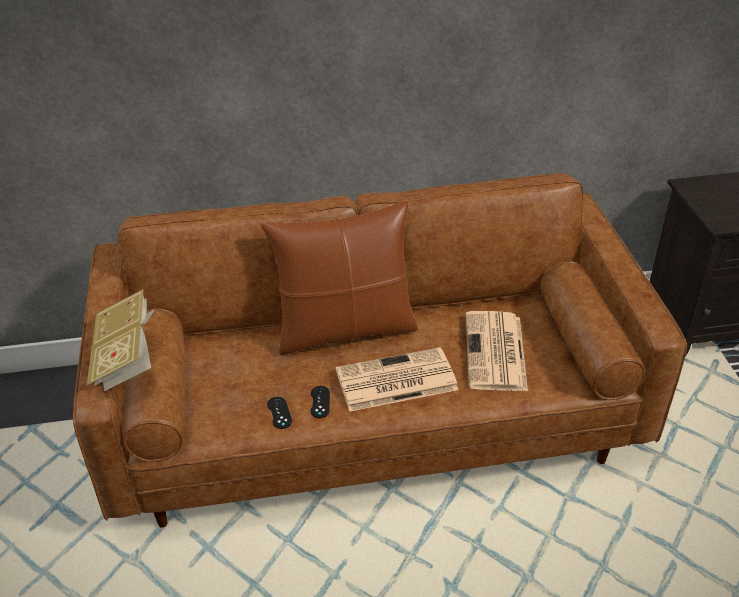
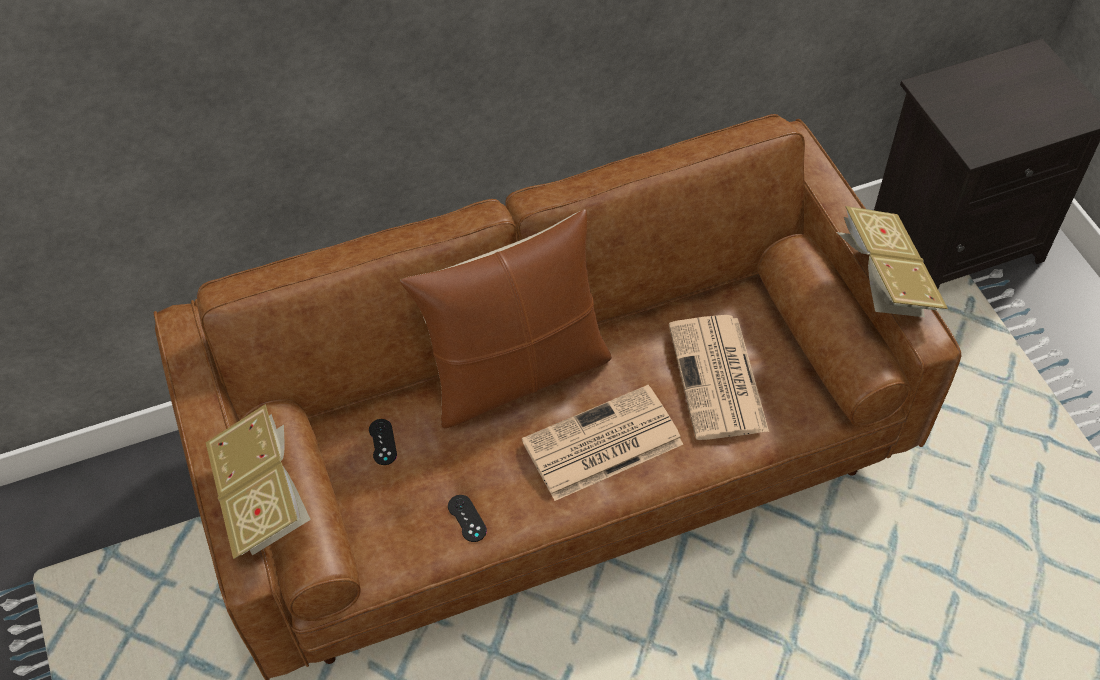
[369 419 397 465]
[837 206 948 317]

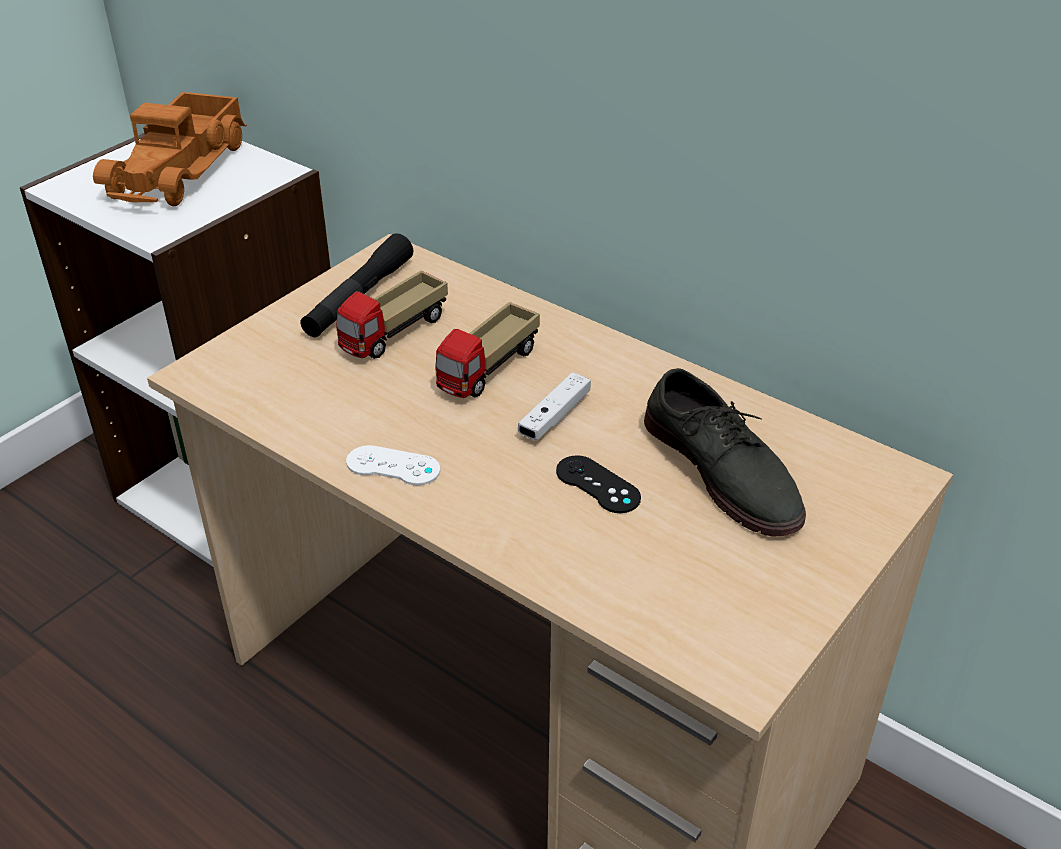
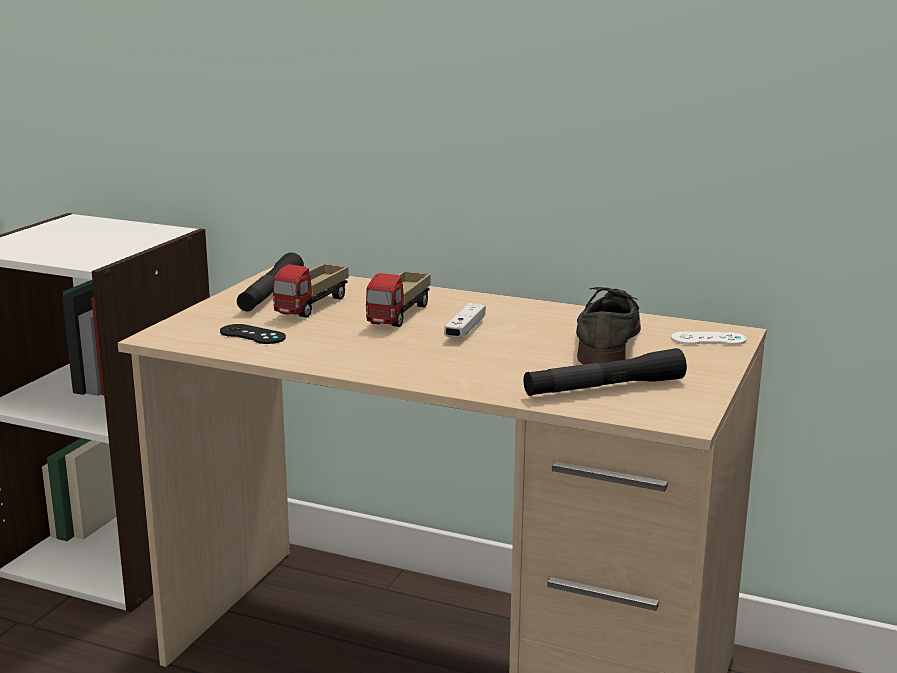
[220 324 286 344]
[523 348 687 396]
[576 287 641 364]
[671 332 747 345]
[93 92 247 206] (first image)

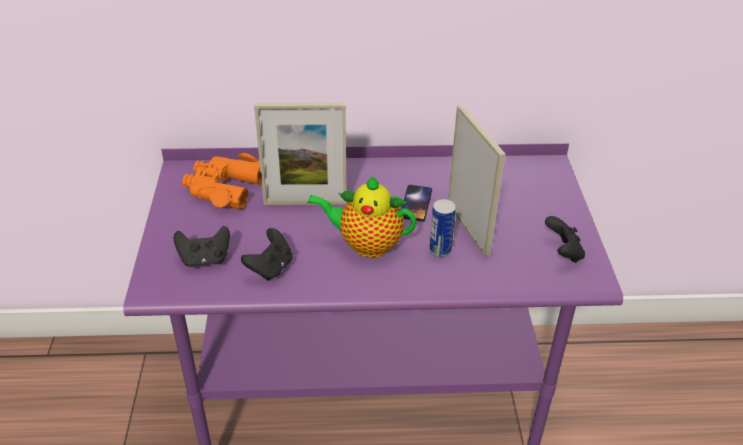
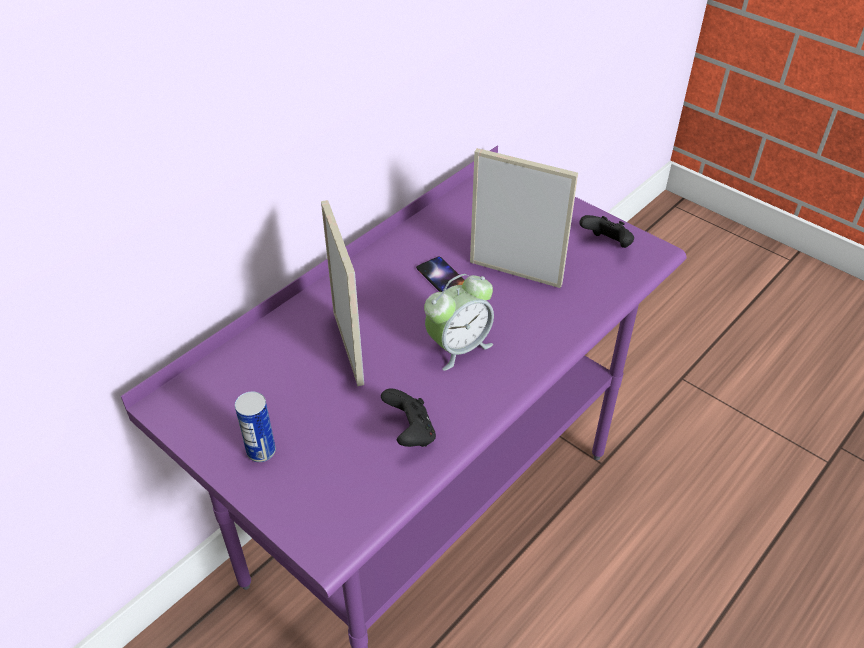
[235 391 276 462]
[321 200 364 386]
[424 274 494 371]
[174 226 230 267] (first image)
[182 153 262 210] (first image)

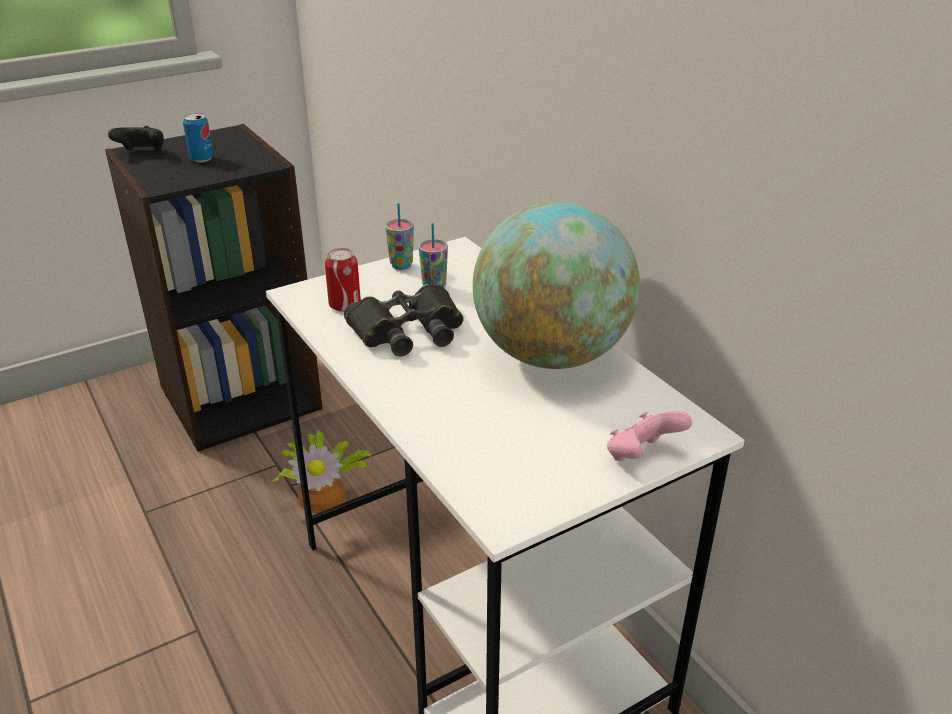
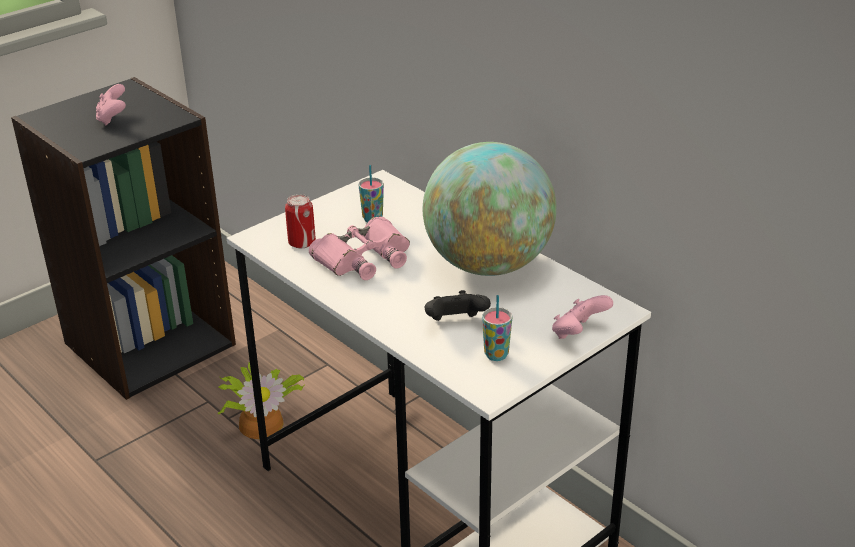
[96 84 126 125]
[309 217 410 280]
[425 290 491 321]
[482 295 512 361]

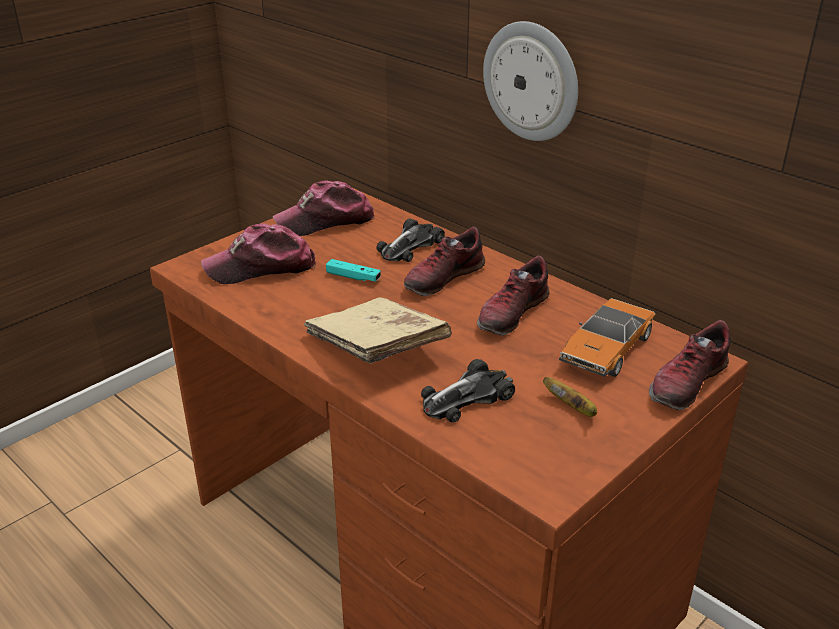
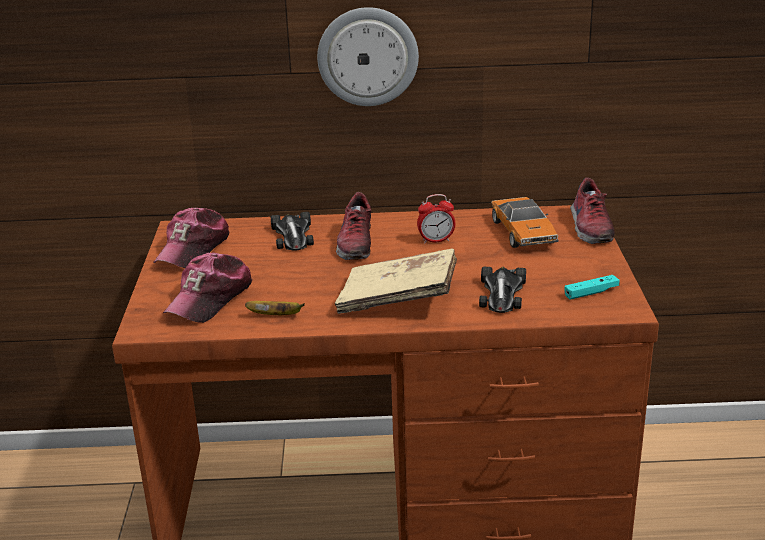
[245 301 305 315]
[417 194 455 244]
[565 275 619 299]

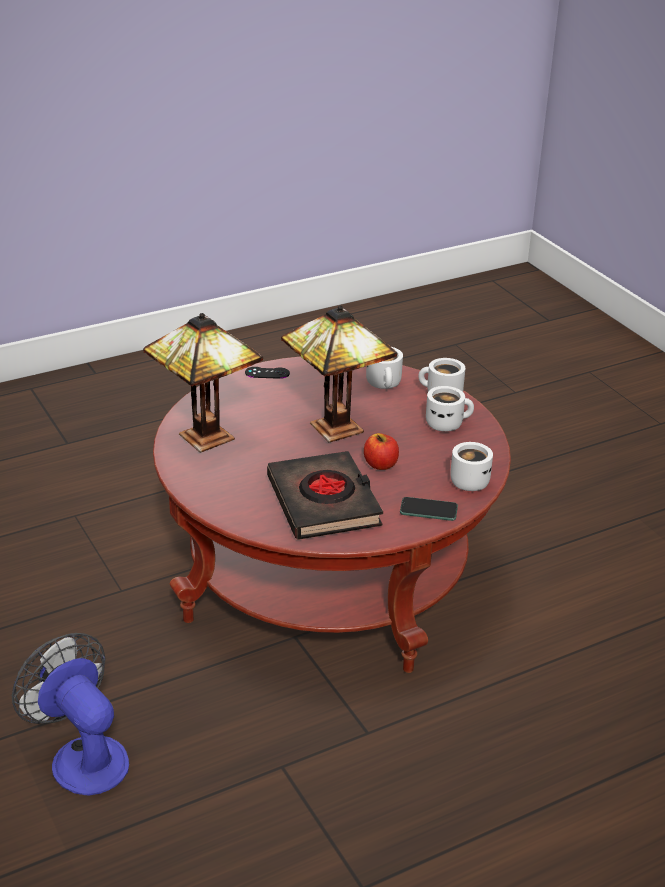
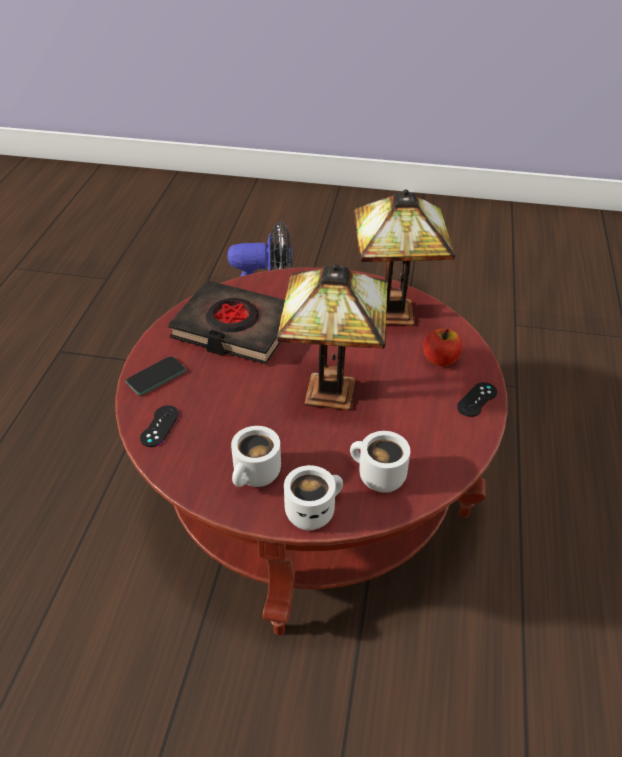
[140 405 179 447]
[423 329 463 366]

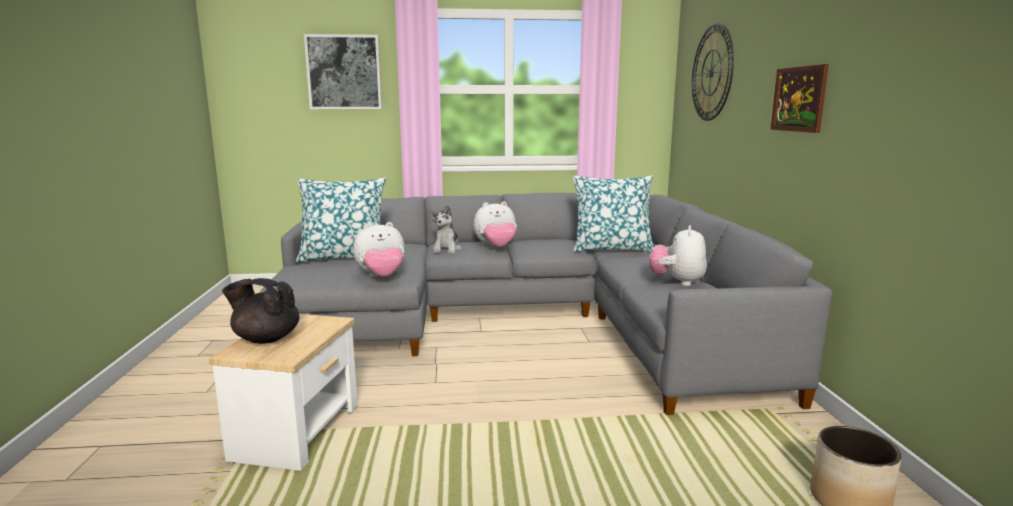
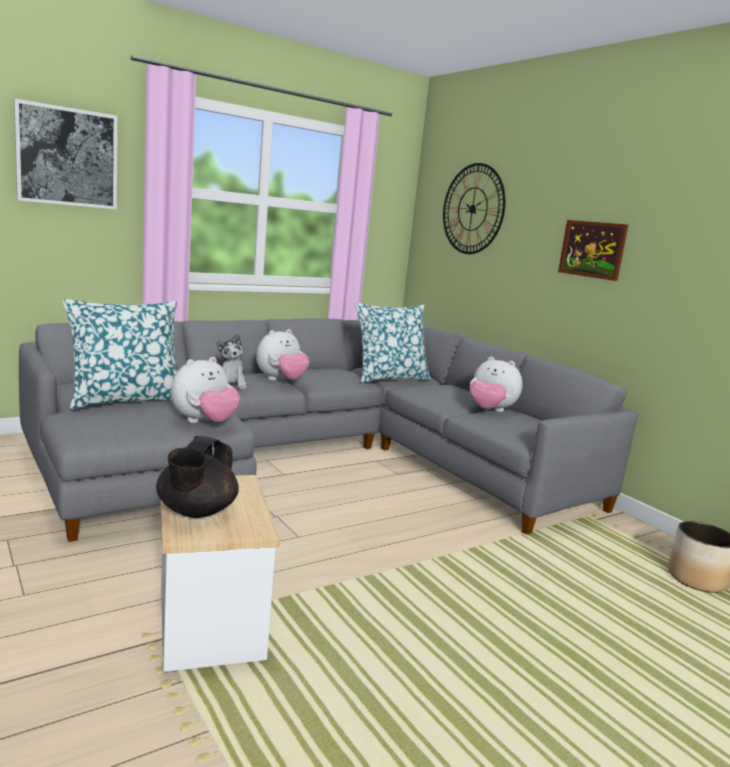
[156 436 239 518]
[469 357 523 412]

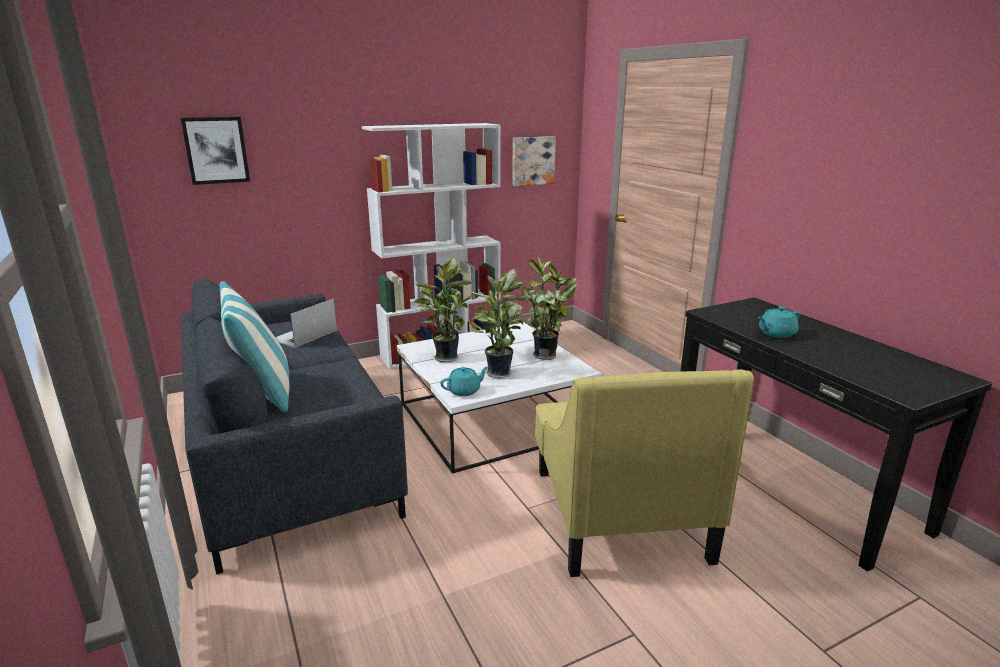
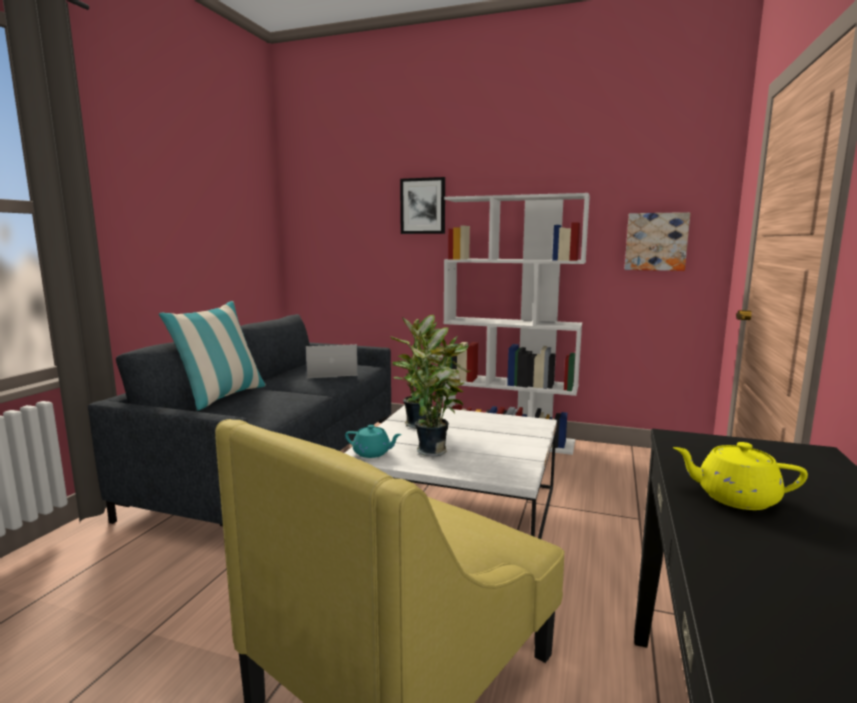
[400 177 445 234]
[673 442 808 510]
[521 256 577 360] (first image)

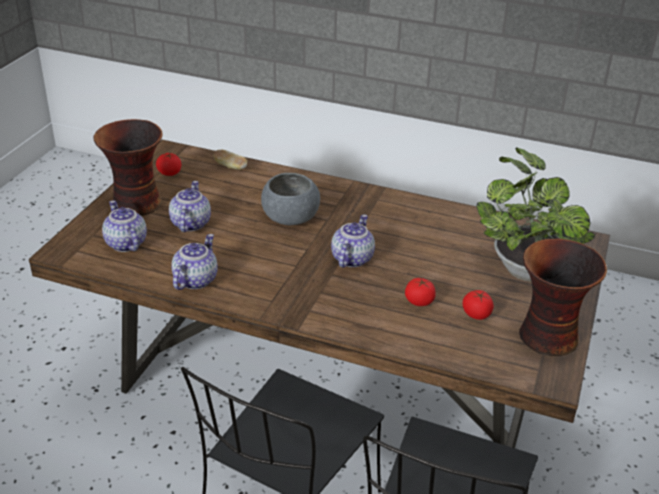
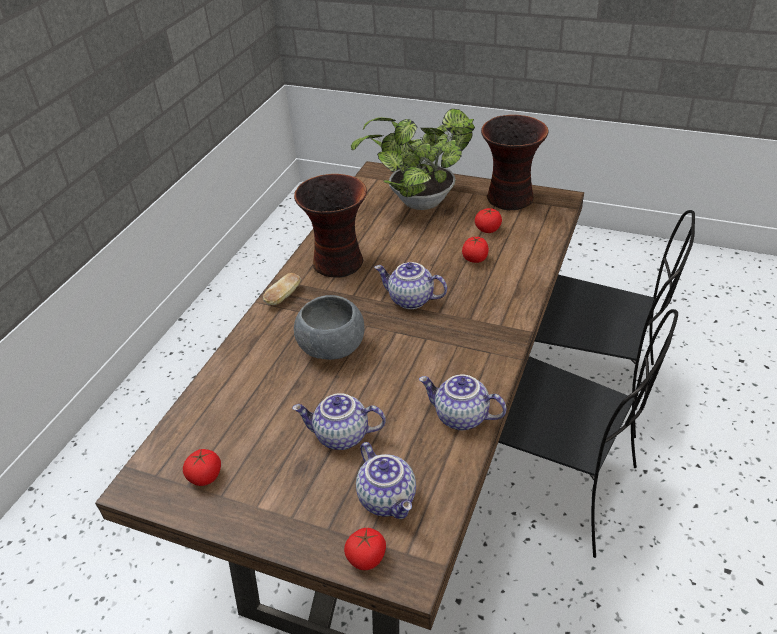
[263 273 301 305]
[294 174 367 278]
[344 528 386 570]
[356 442 416 519]

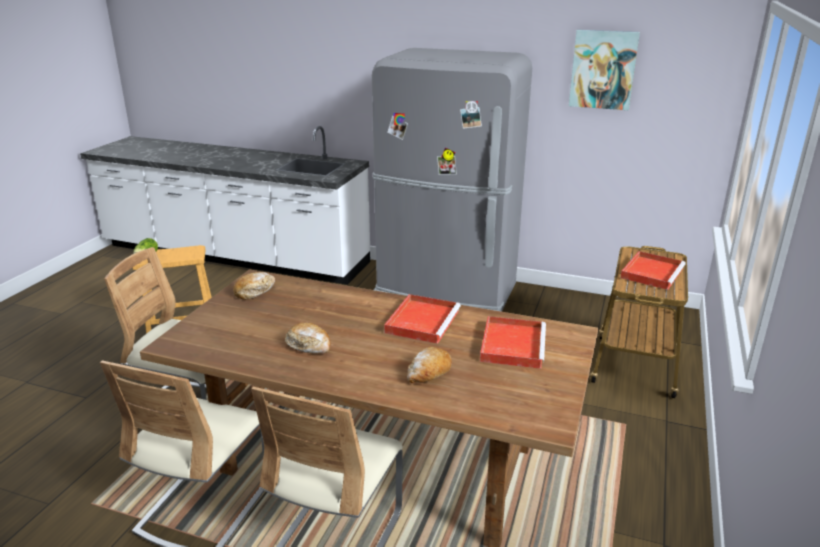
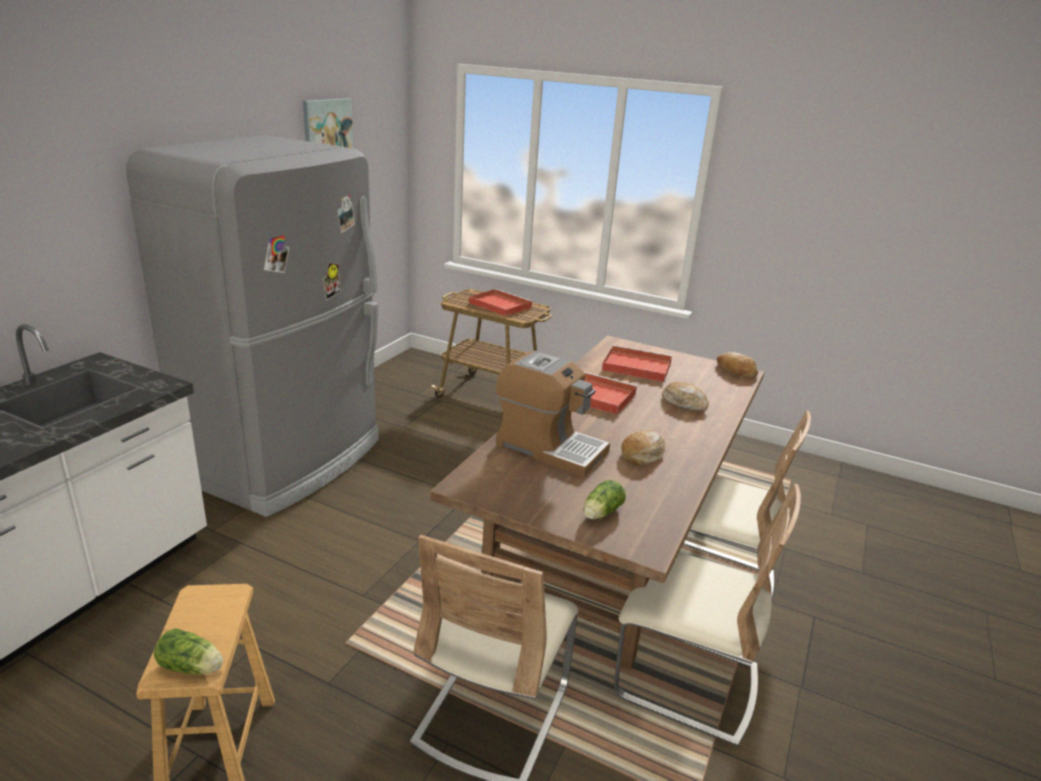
[496 350 610 477]
[583 480 626 519]
[717 352 758 377]

